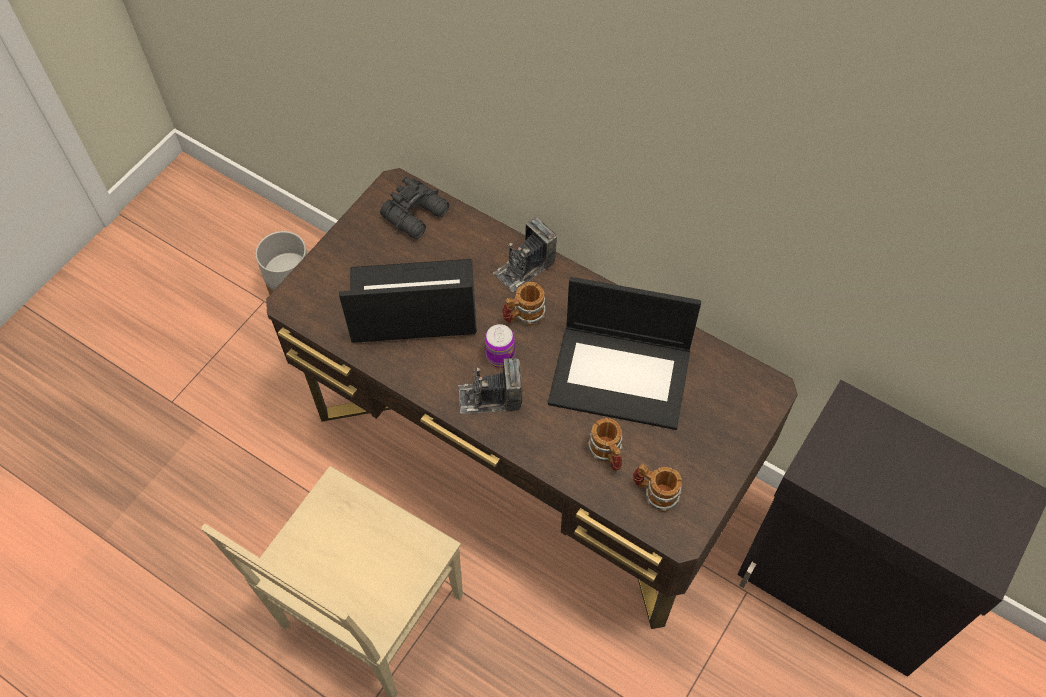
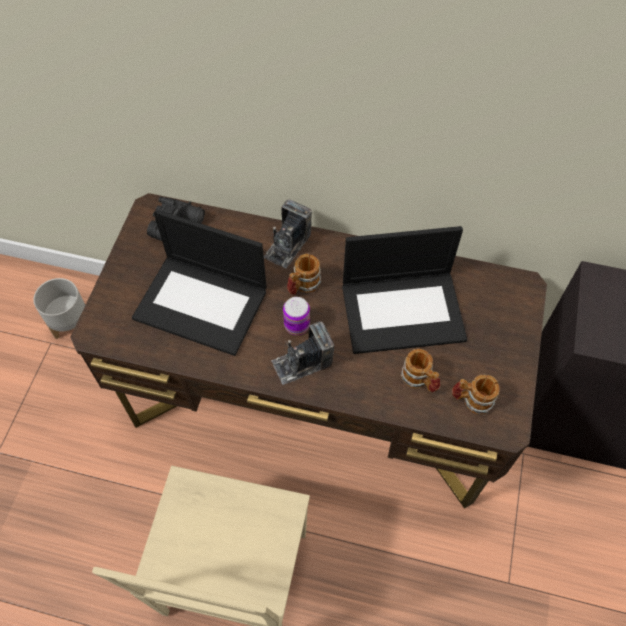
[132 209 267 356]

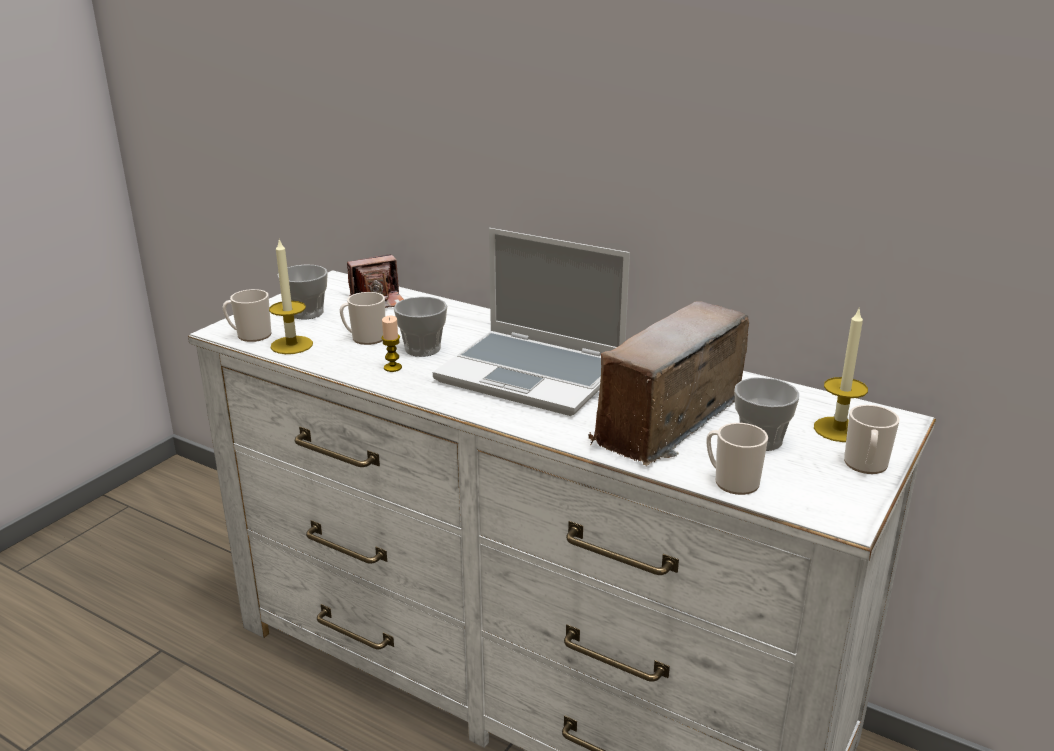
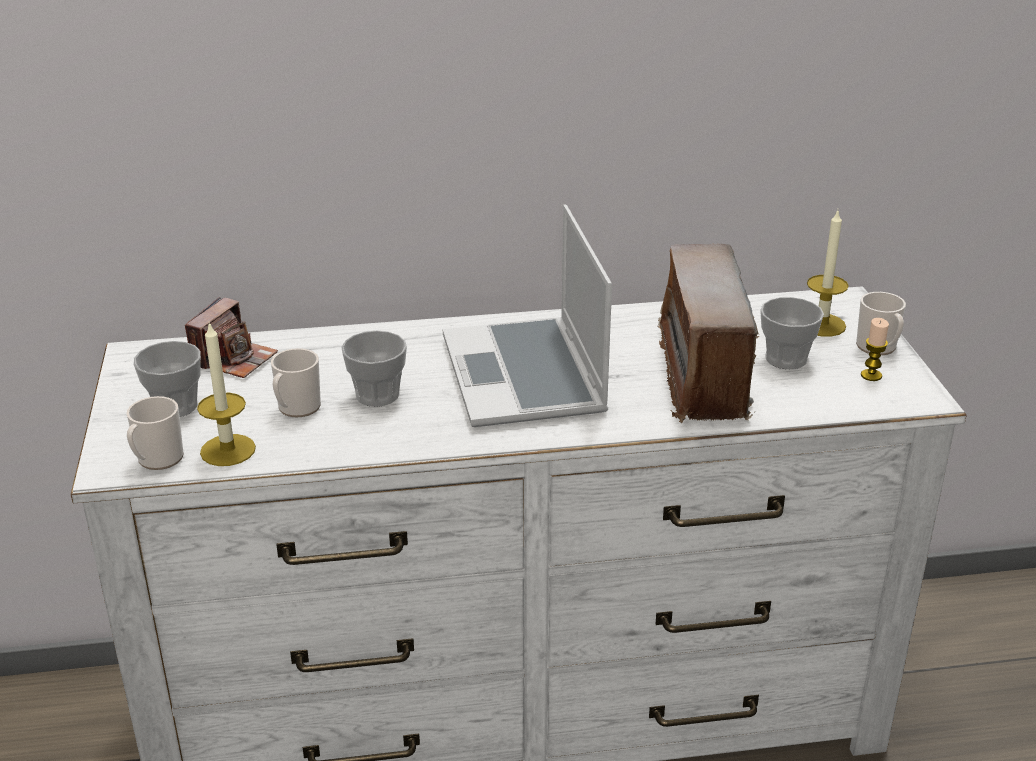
[443 204 612 427]
[861 318 889 381]
[706 423 768 495] (first image)

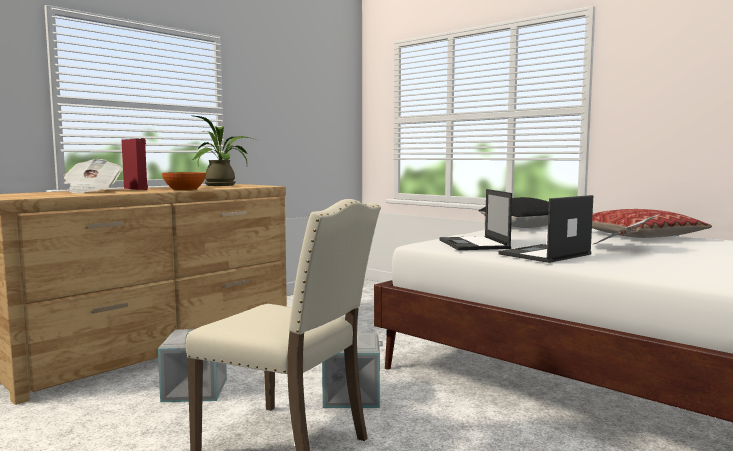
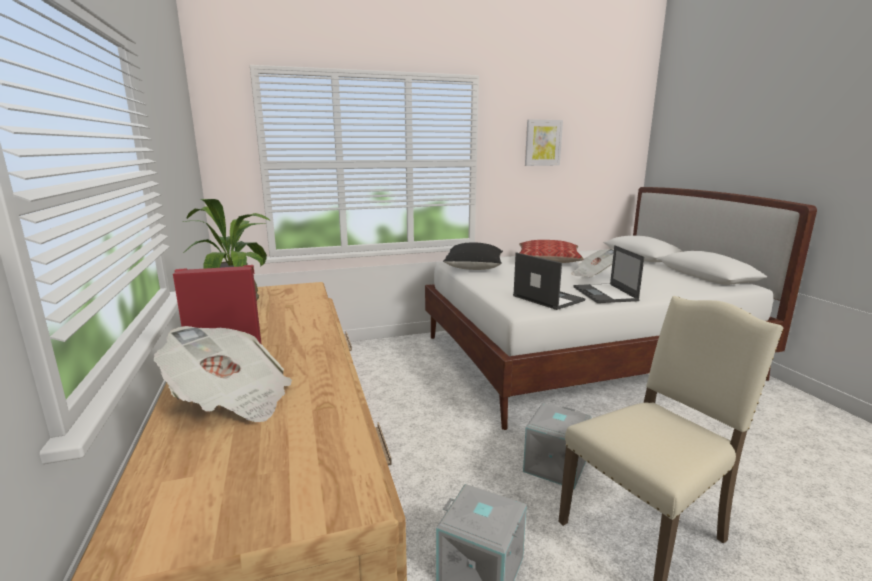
[513 252 585 310]
[525 119 563 166]
[162 172 206 190] (first image)

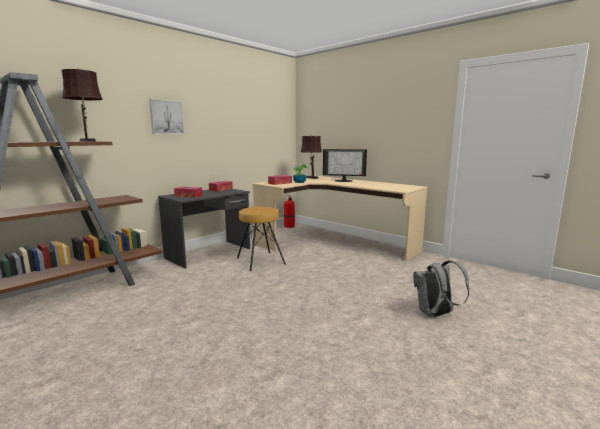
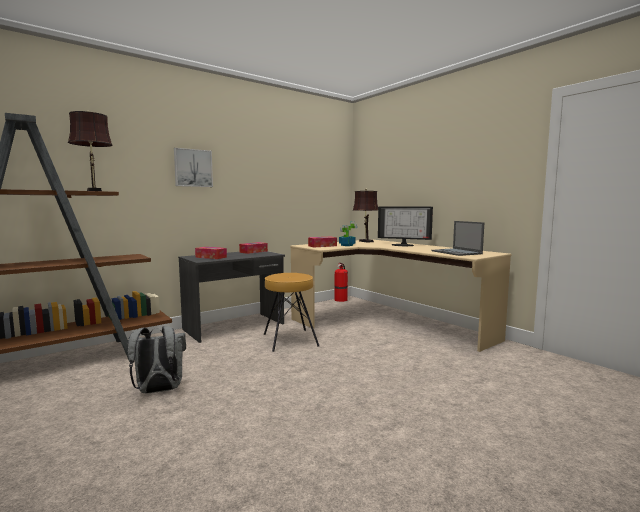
[128 326 186 394]
[432 221 484 256]

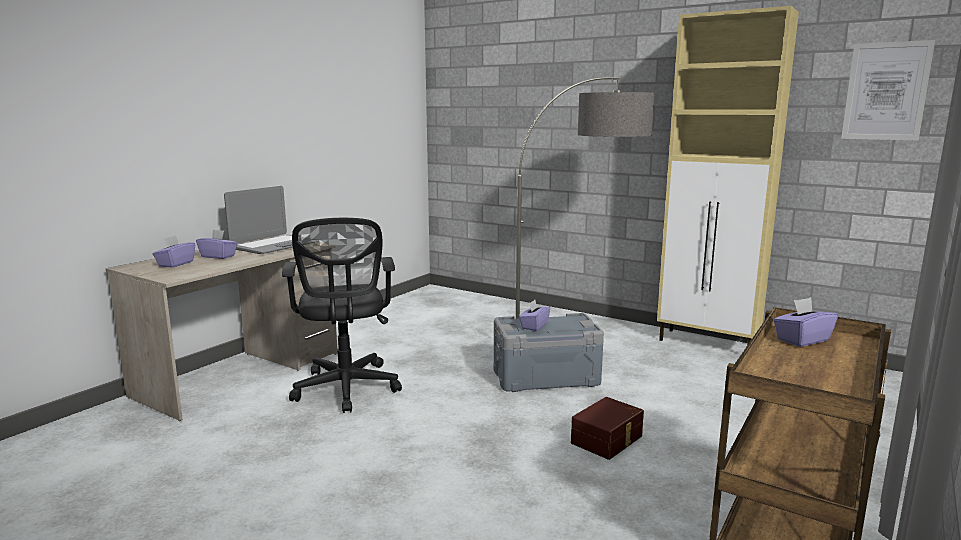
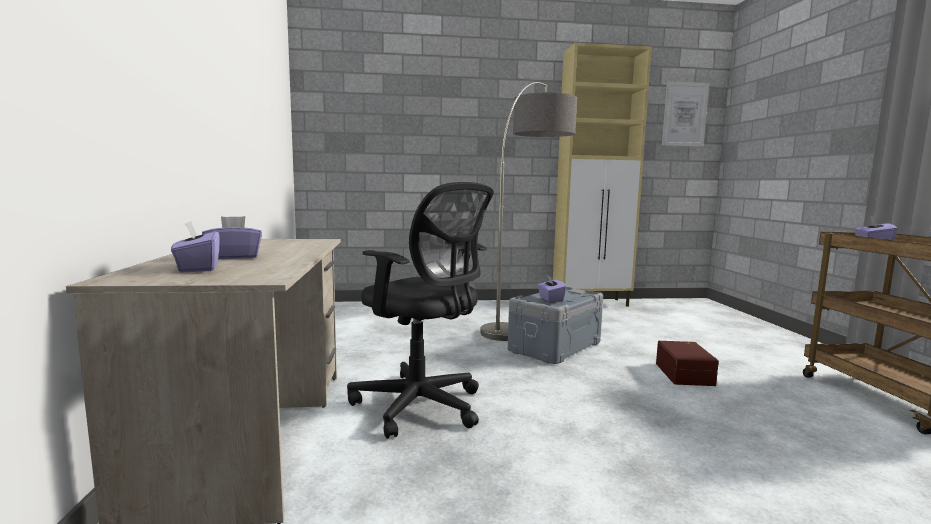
[224 186 319 254] (first image)

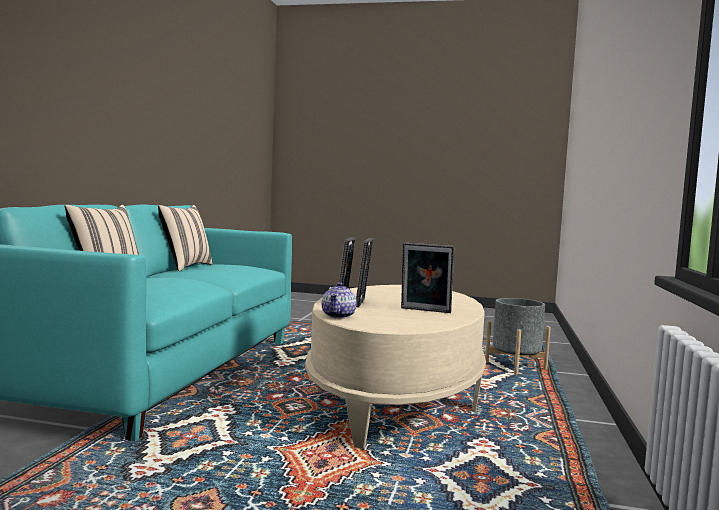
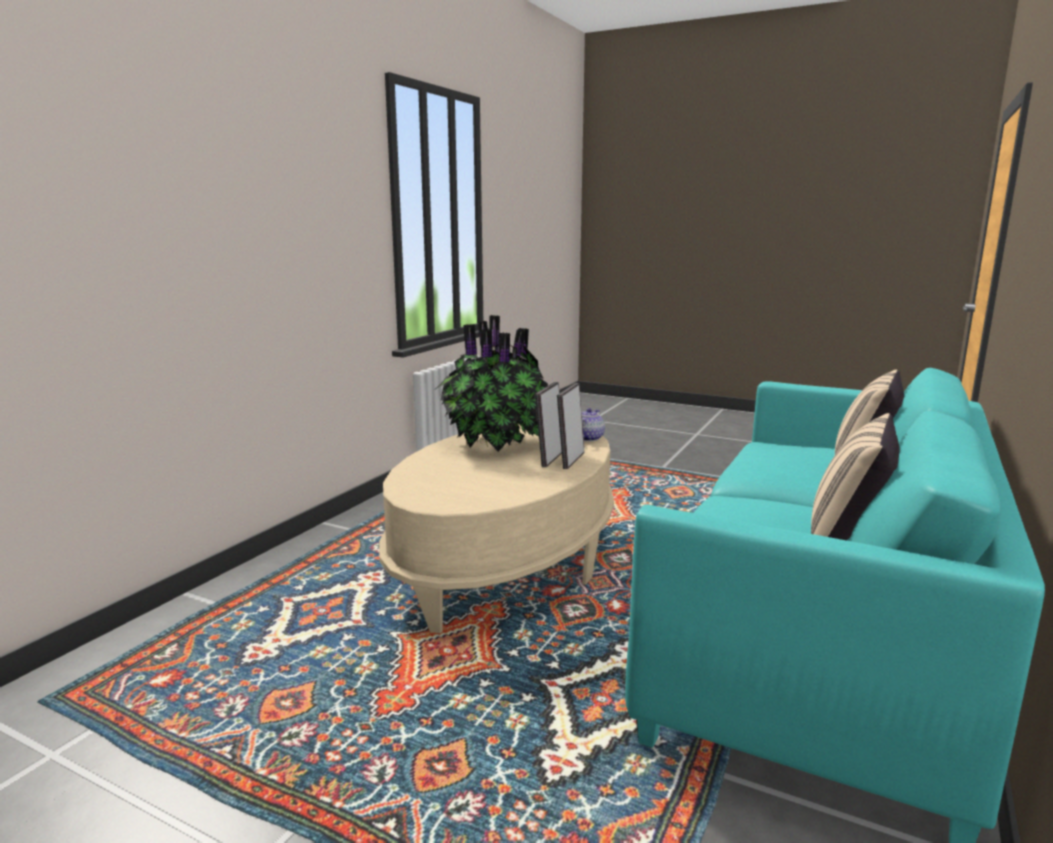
[436 315 548 452]
[485 298 551 374] (first image)

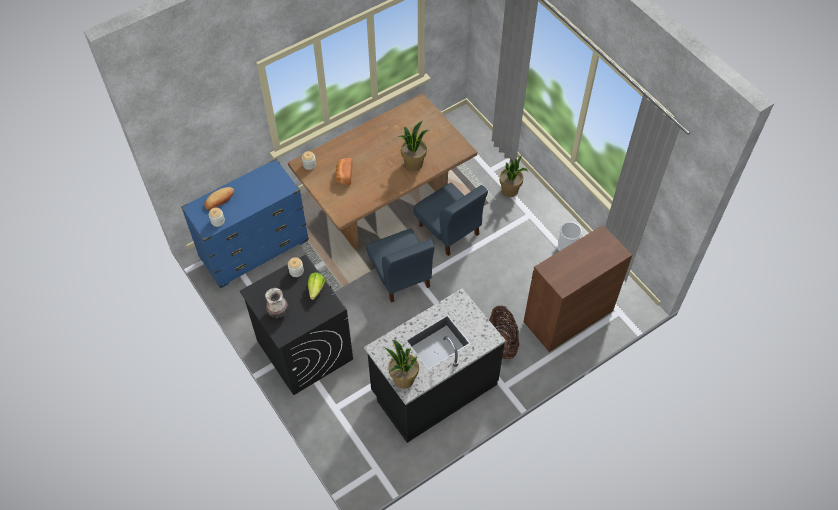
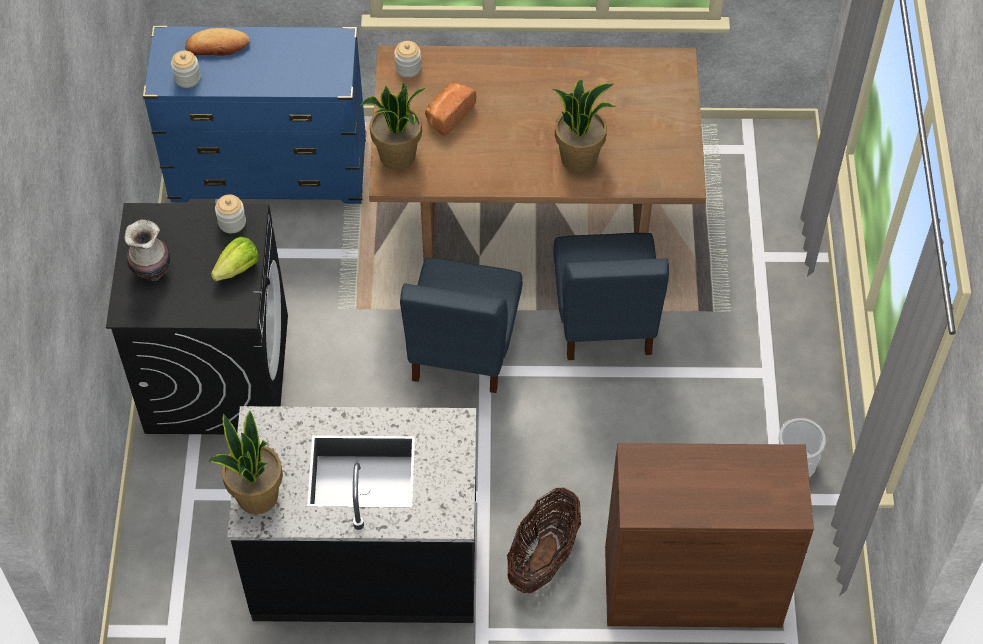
[361 83 425 170]

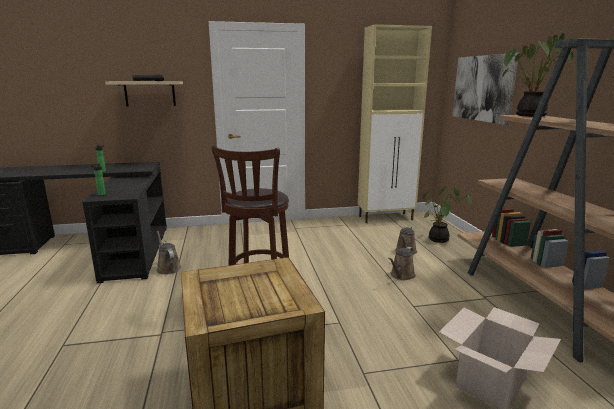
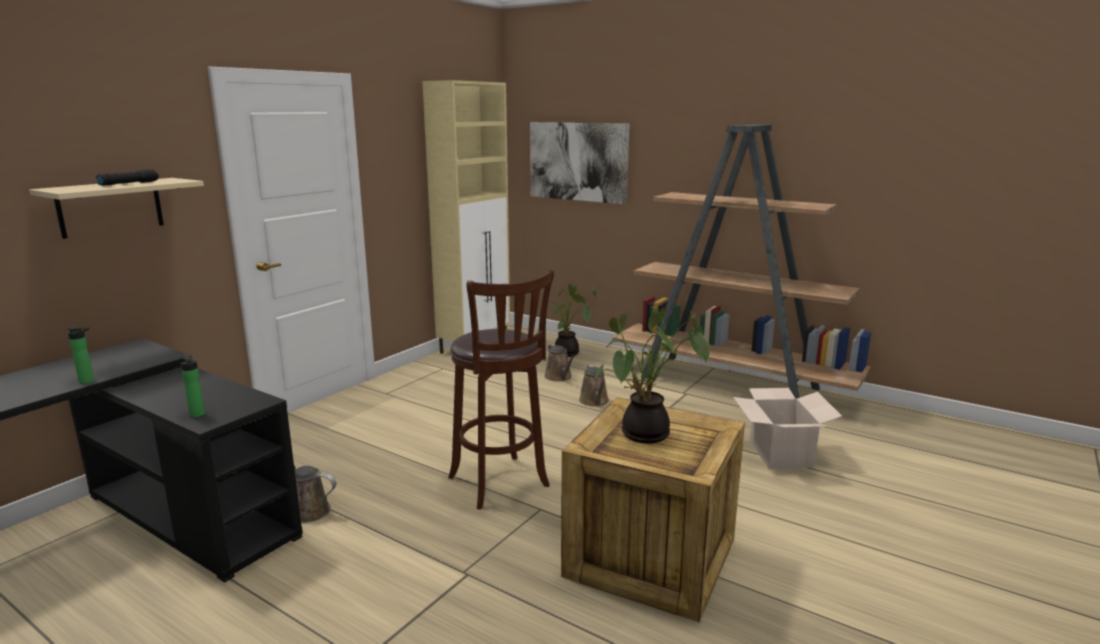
[594 308 710 444]

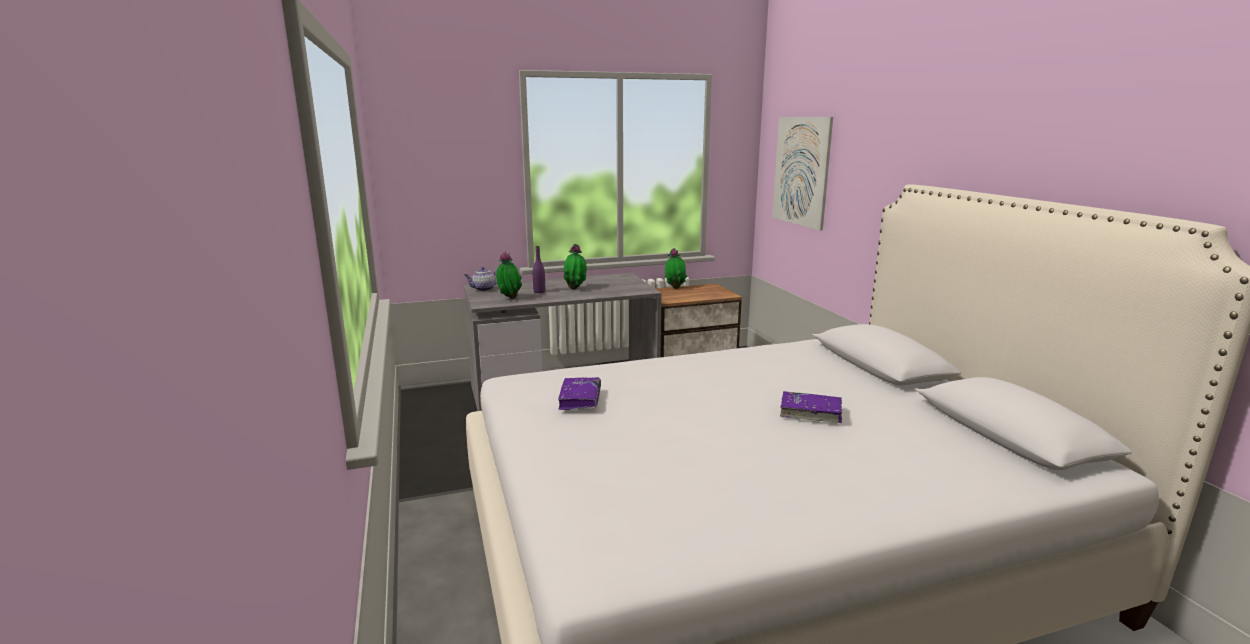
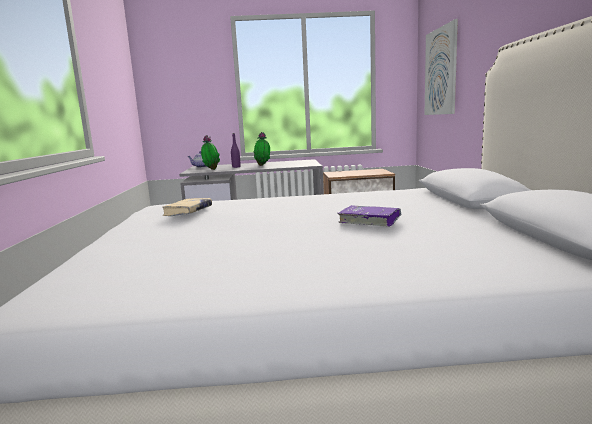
[163 198 212 216]
[665 248 687 289] (first image)

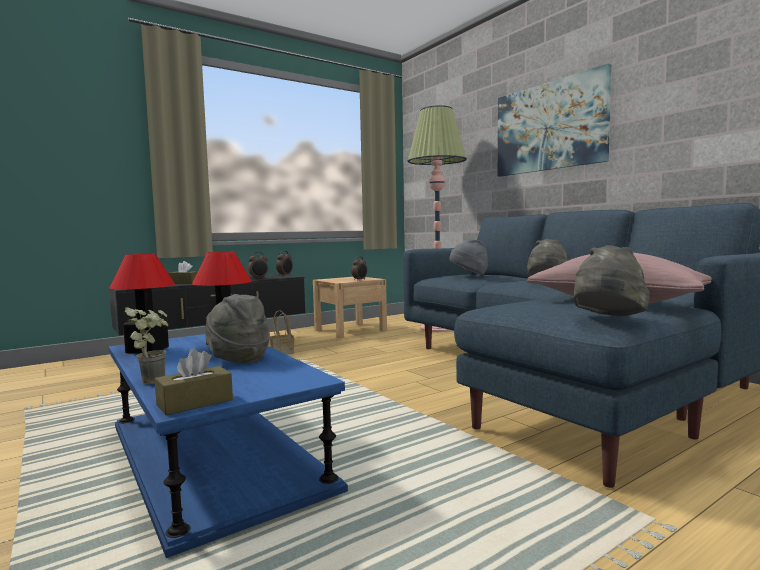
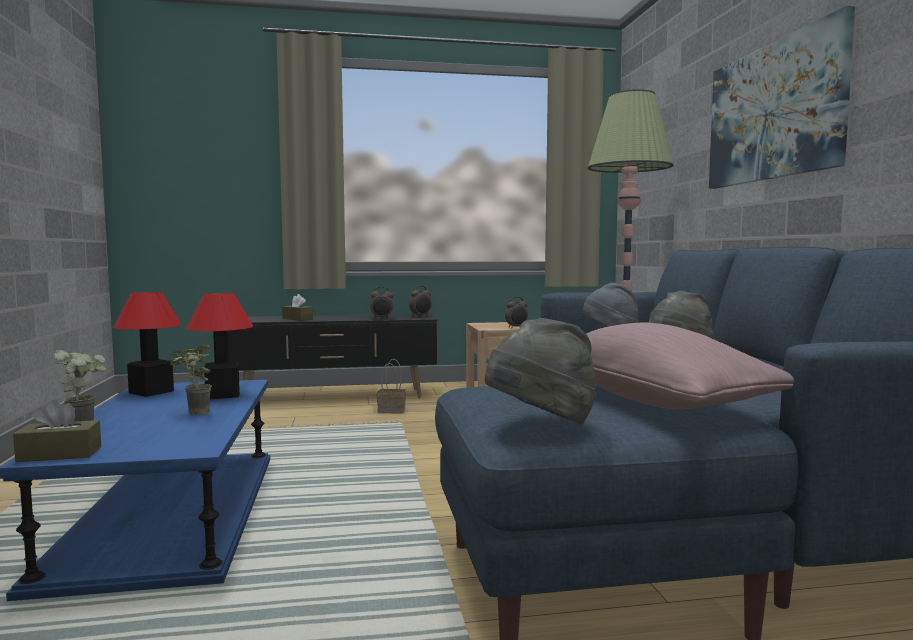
[170 344 212 415]

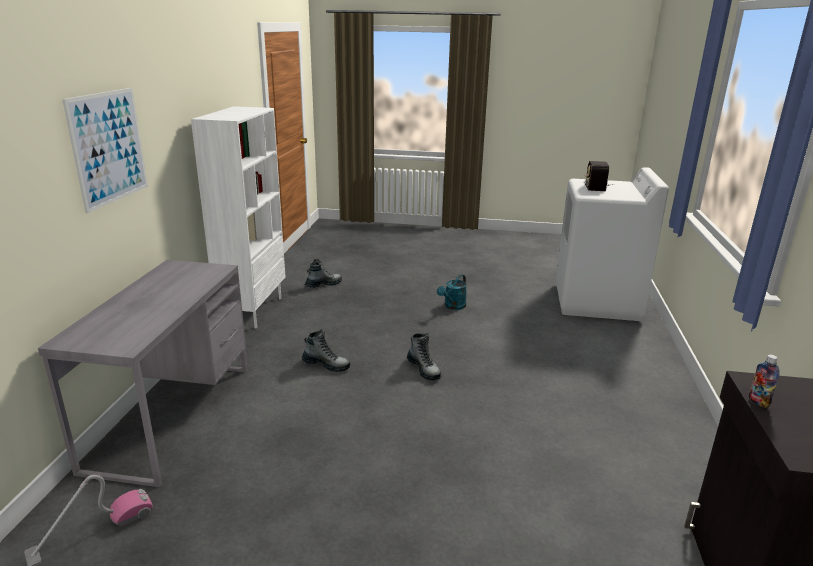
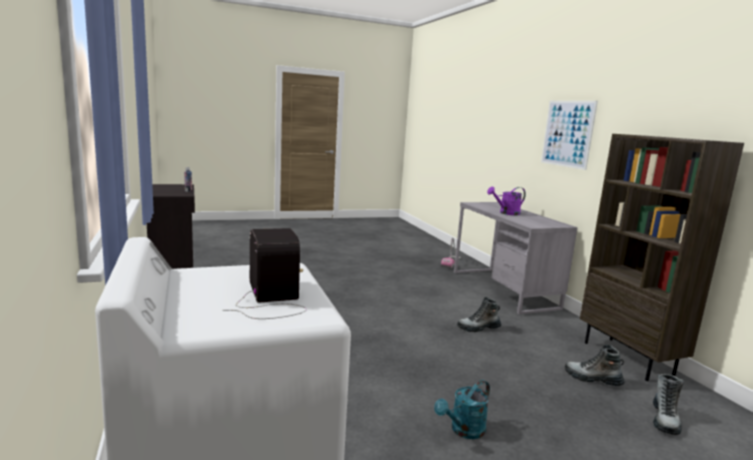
[434 380 490 439]
[487 187 526 215]
[565 344 625 386]
[580 134 744 381]

